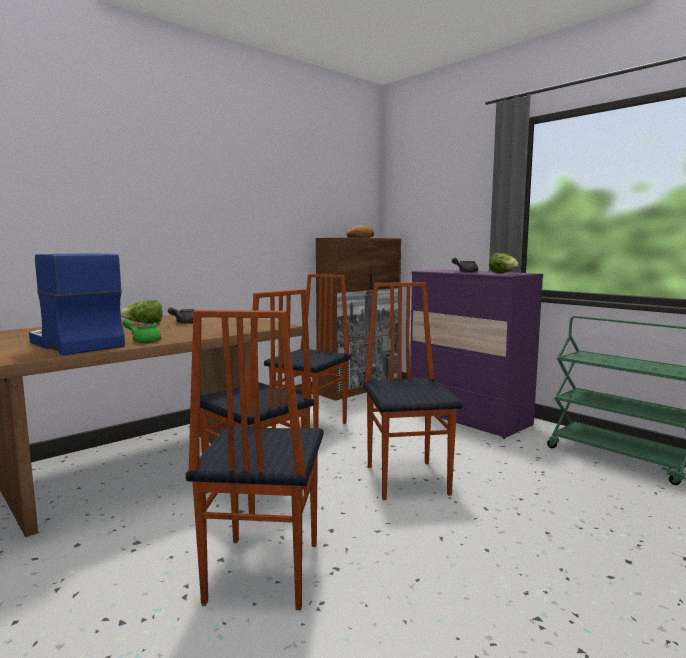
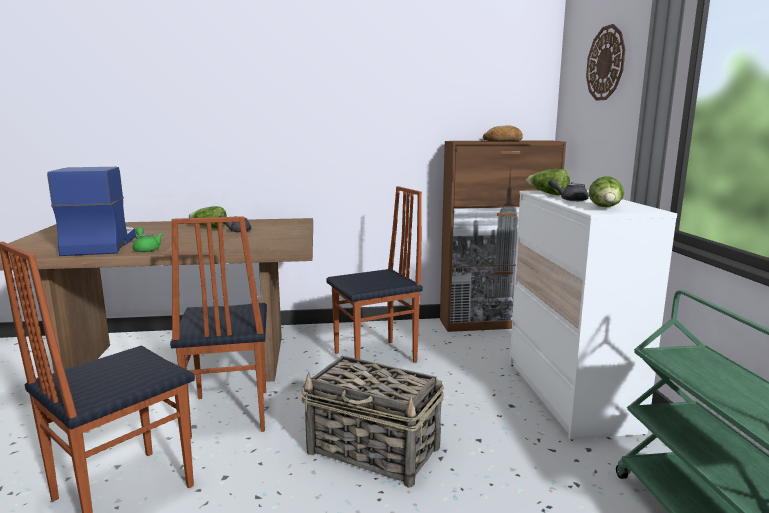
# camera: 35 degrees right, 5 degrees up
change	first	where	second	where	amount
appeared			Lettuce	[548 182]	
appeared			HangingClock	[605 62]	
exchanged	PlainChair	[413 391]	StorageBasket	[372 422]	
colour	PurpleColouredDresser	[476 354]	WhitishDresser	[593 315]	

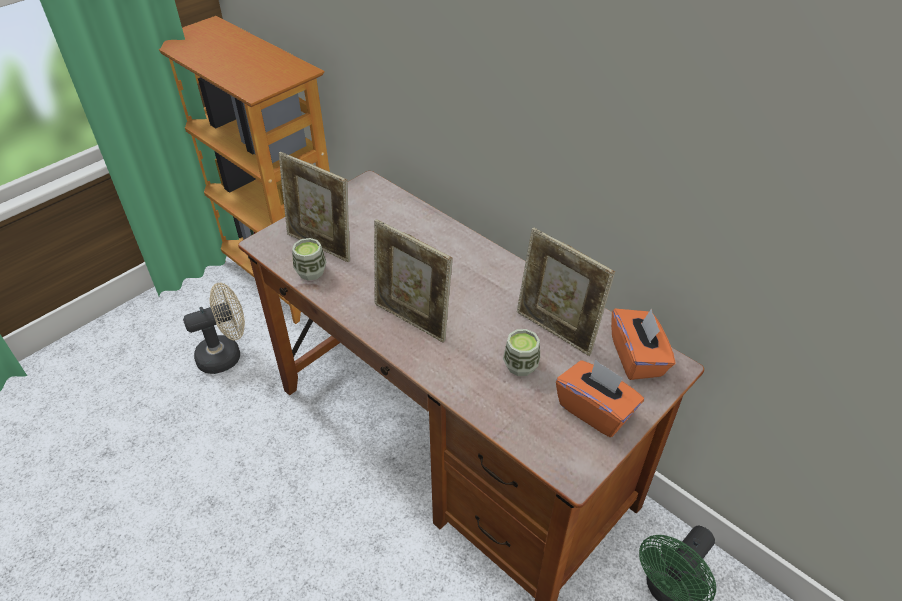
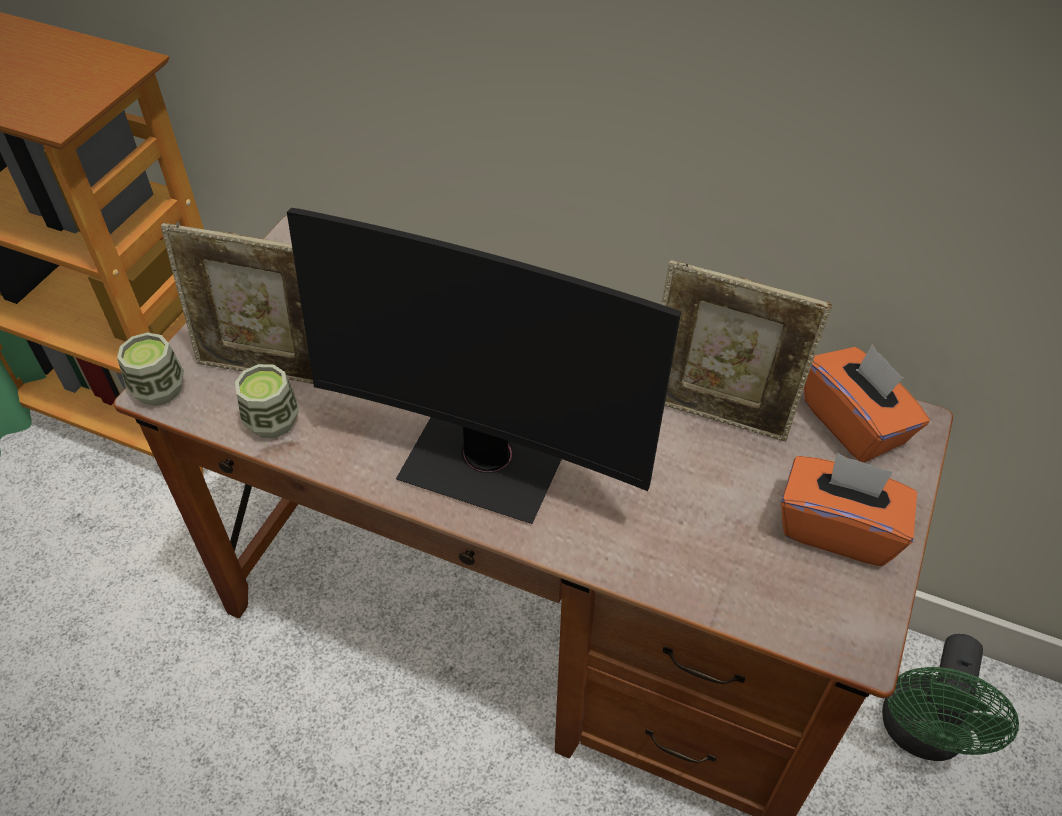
# camera: 20 degrees left, 5 degrees up
change	first	where	second	where	amount
missing	BeigeElectricFan	[214 328]			
relocated	SmallCup	[521 352]		[150 369]	
exchanged	PhotoFrame	[413 281]	ComputerScreen	[484 366]	

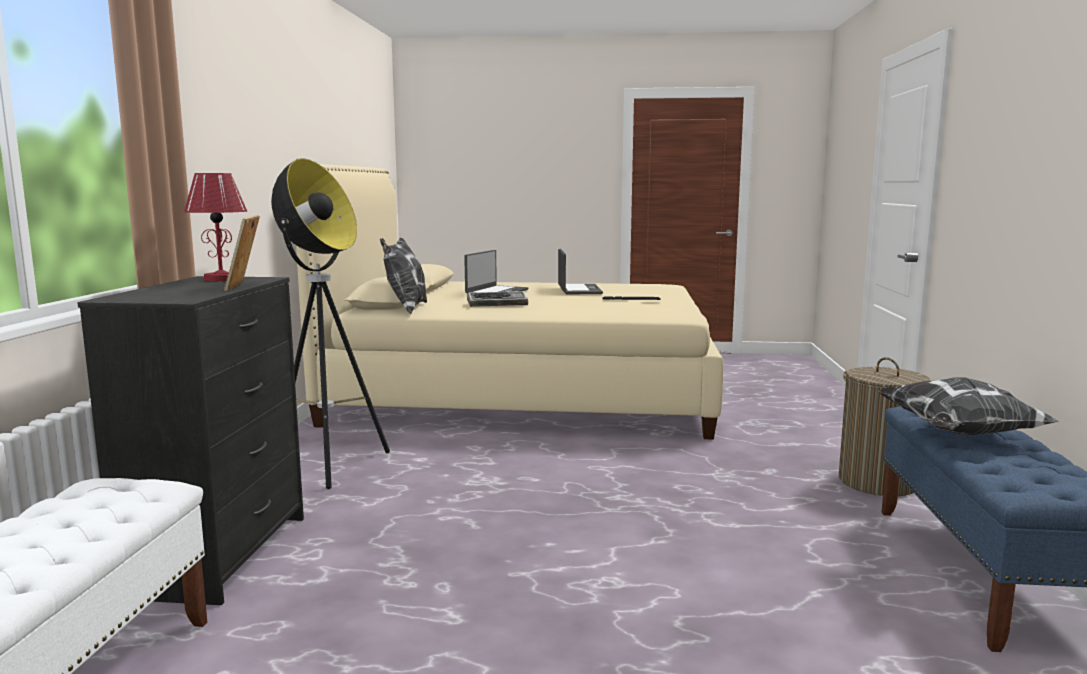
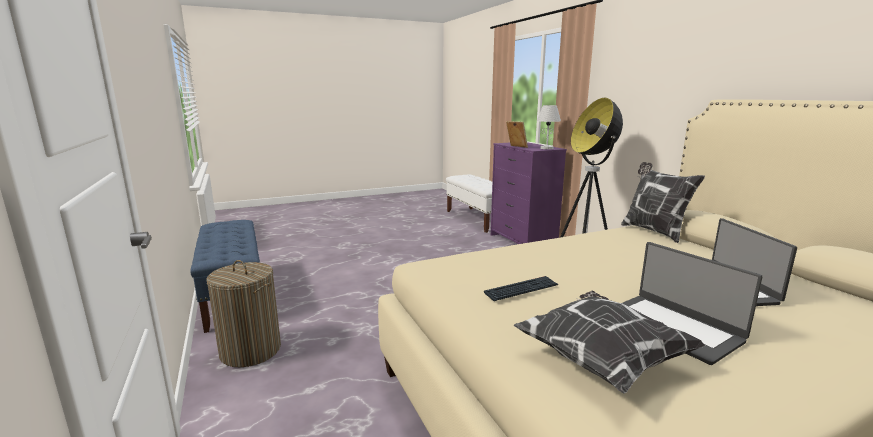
# camera: 150 degrees right, 5 degrees up
change	first	where	second	where	amount
missing	Keyboard	[497 299]			
relocated	Cushion	[969 407]		[610 342]	
colour	BlackishDresser	[191 440]	PurpleColouredDresser	[529 193]	
colour	RedTableLamp	[215 227]	WhitishTableLamp	[549 127]	

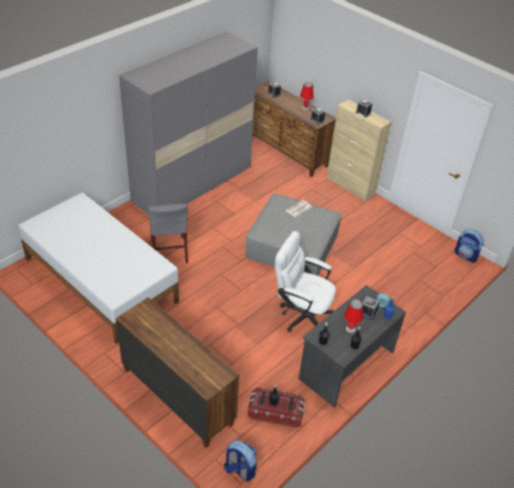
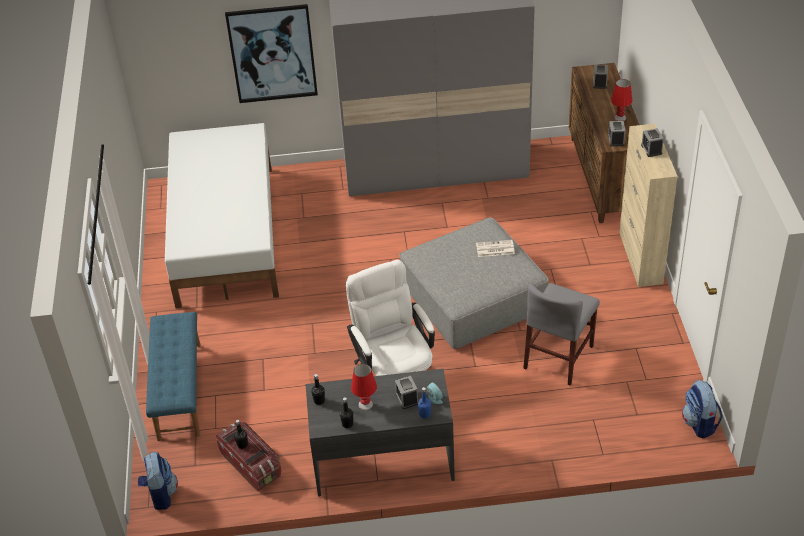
# camera: 45 degrees right, 0 degrees up
change	first	where	second	where	amount
appeared			Picture	[271 53]	
relocated	GreyPlainChair	[168 233]		[561 334]	
exchanged	BrownColouredDresser	[178 372]	BlueColouredBench	[173 376]	

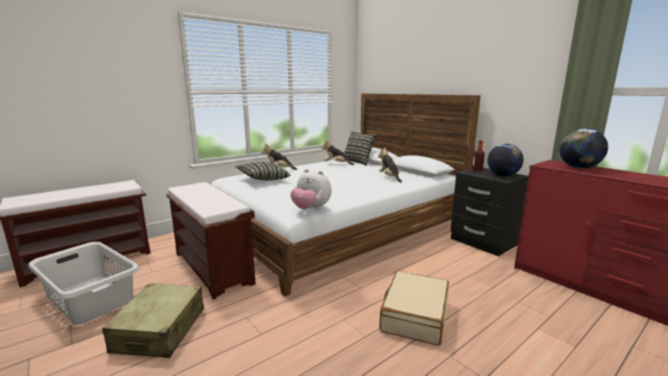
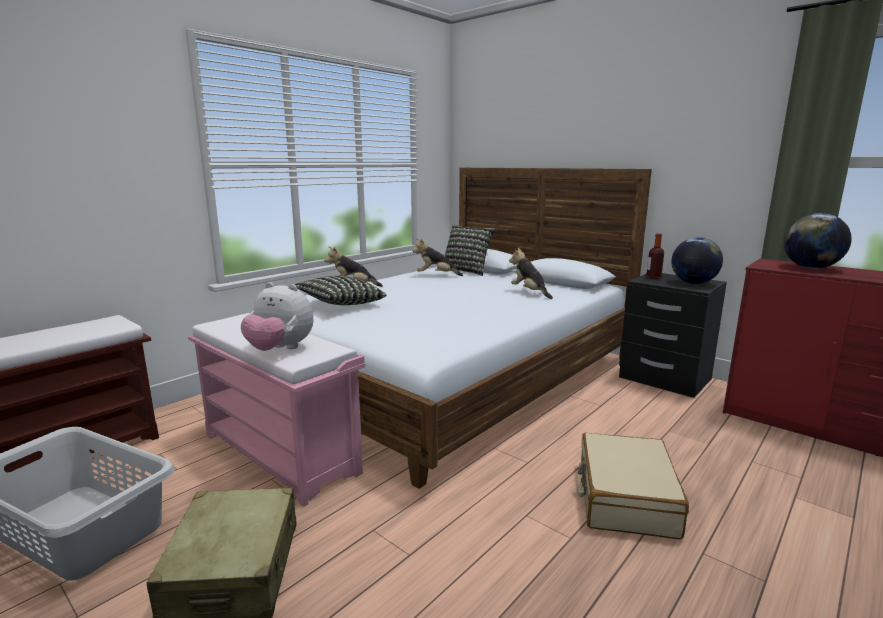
# camera: 10 degrees left, 0 degrees up
change	first	where	second	where	amount
relocated	SoftToy	[310 189]		[277 316]	
colour	BrownColouredBench	[211 241]	PinkishBench	[276 410]	

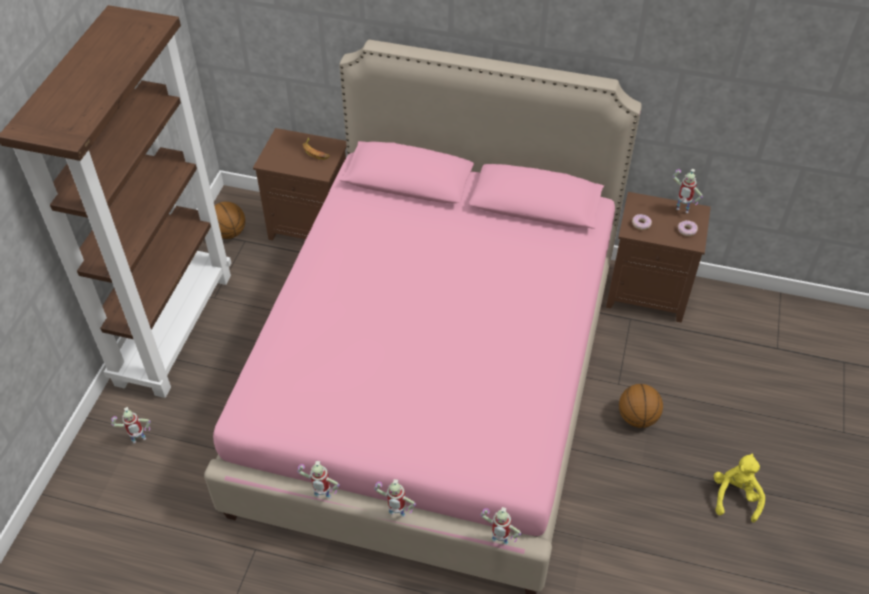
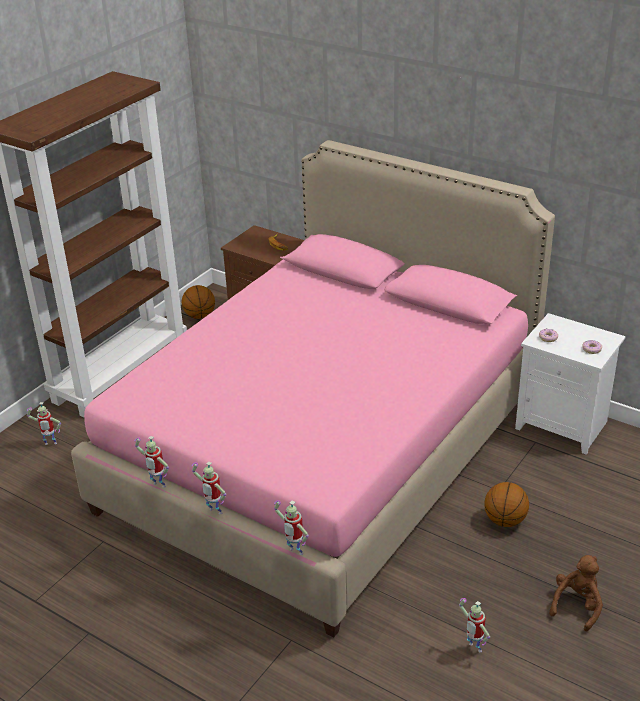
# camera: 20 degrees right, 15 degrees down
change	first	where	second	where	amount
relocated	RobotFigure	[688 191]		[474 625]	
colour	BrownColouredNightTable	[658 257]	WhitishNightTable	[570 384]	
colour	YellowishSoftToy	[739 488]	BrownColouredSoftToy	[576 593]	

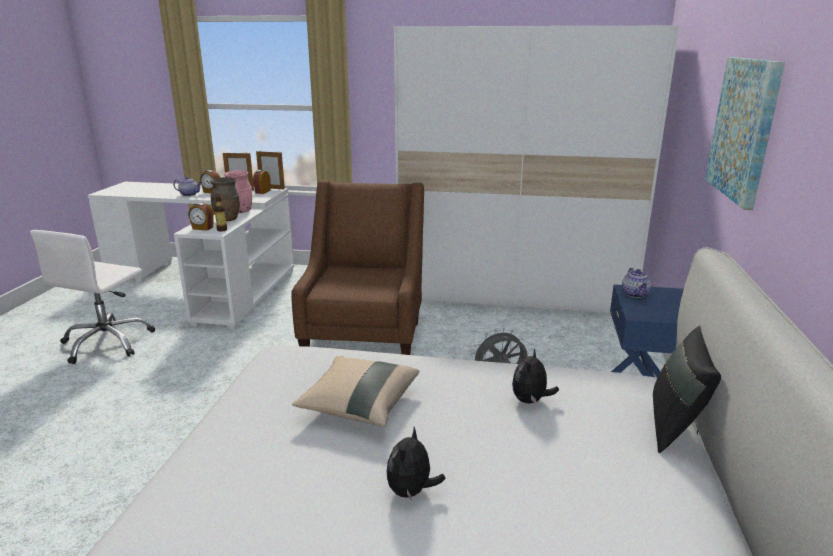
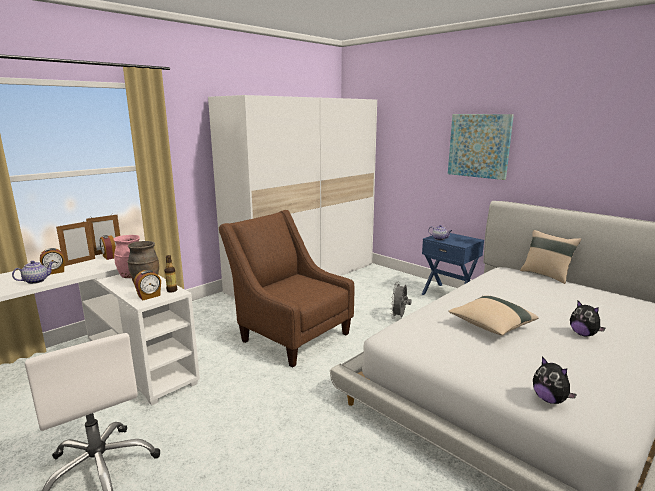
# camera: 55 degrees left, 5 degrees down
change	first	where	second	where	amount
relocated	SoftToy	[535 376]		[555 380]	
colour	BlackishCushion	[687 389]	BeigeCushion	[550 257]	

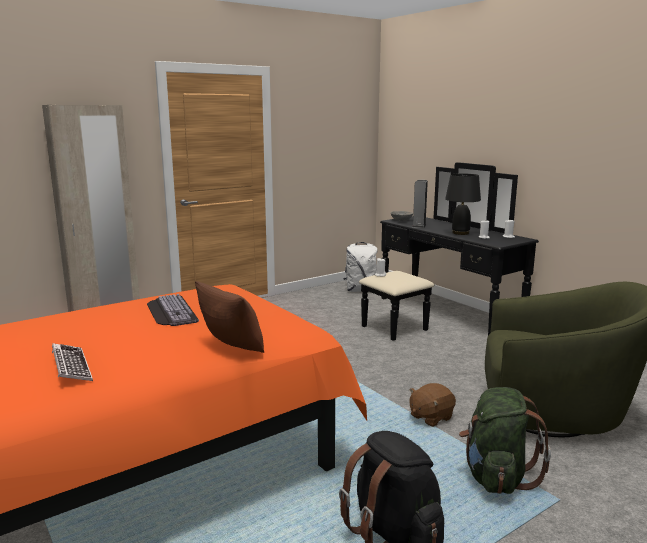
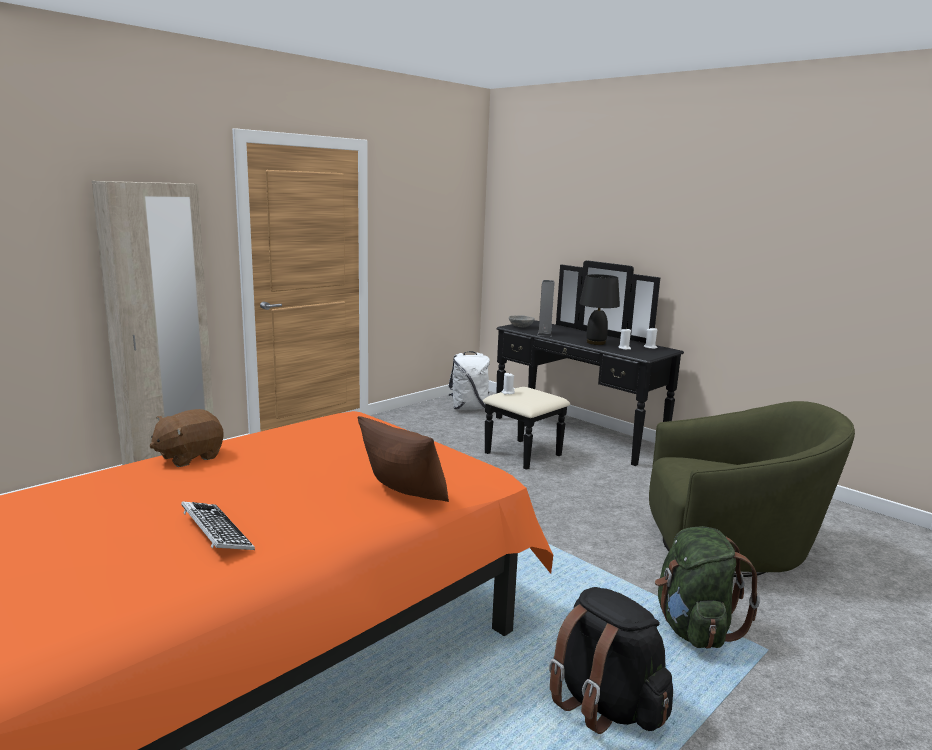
# camera: 10 degrees left, 0 degrees up
change	first	where	second	where	amount
missing	Keyboard	[173 310]			
relocated	BrownColouredSoftToy	[432 405]		[186 438]	

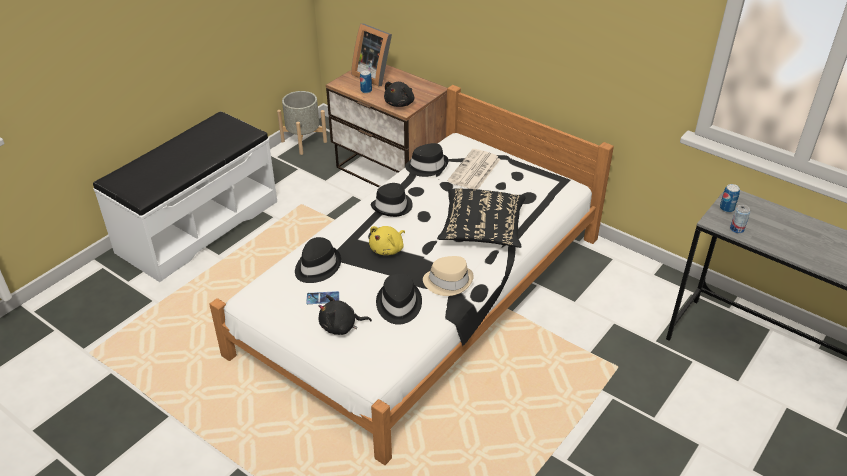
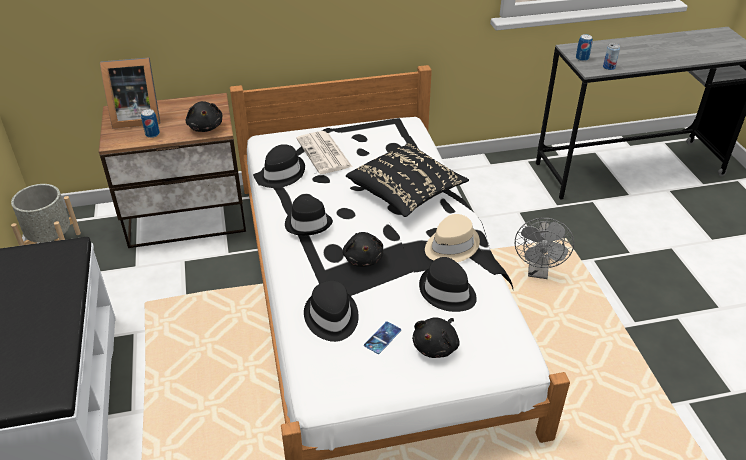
# camera: 50 degrees left, 0 degrees up
change	first	where	second	where	amount
appeared			GreyElectricFan	[544 248]	
colour	YellowishSoftToy	[387 240]	BlackishSoftToy	[362 249]	

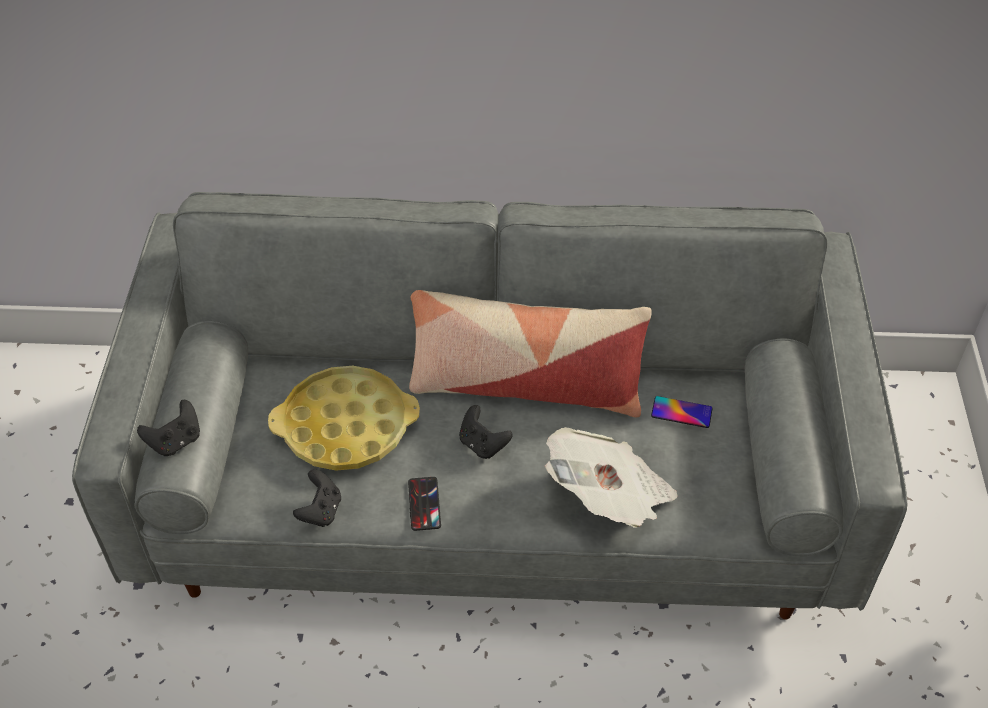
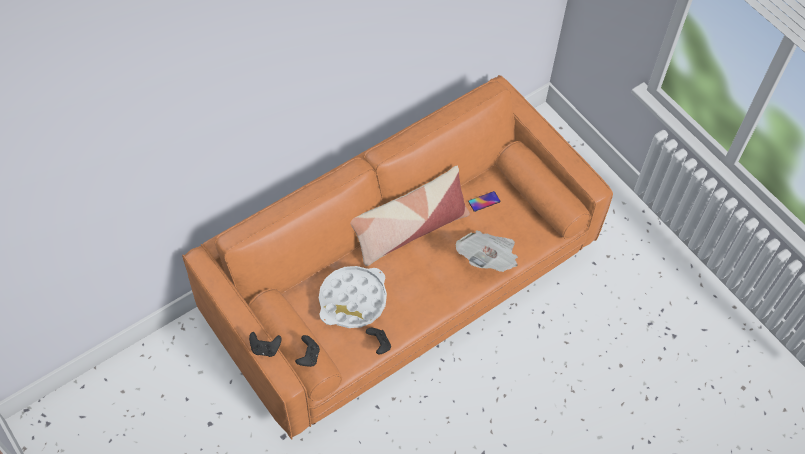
# camera: 40 degrees left, 10 degrees up
change	first	where	second	where	amount
missing	Handset	[424 504]			
relocated	BlackishGamepad	[486 432]		[265 344]	
colour	GreyCouch	[489 405]	OrangeyCouch	[397 257]	
colour	YellowishServingTray	[344 418]	WhitishServingTray	[353 297]	

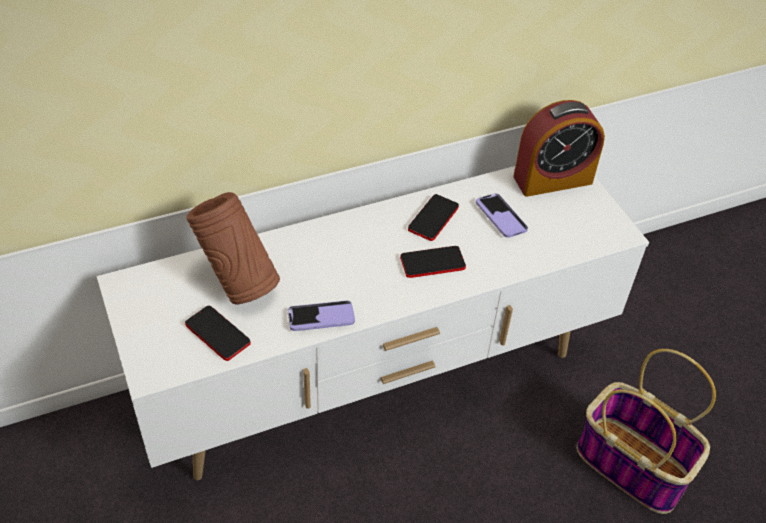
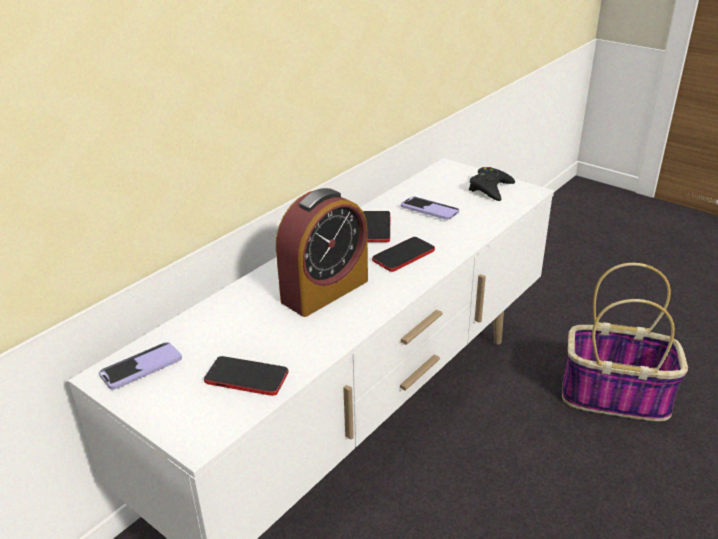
# camera: 25 degrees left, 15 degrees down
change	first	where	second	where	amount
missing	BrownColouredDecorativeVase	[233 248]			
appeared			BlackishGamepad	[492 184]	
relocated	Handset	[321 316]		[140 365]	
relocated	BedsideClock	[559 148]		[322 252]	

